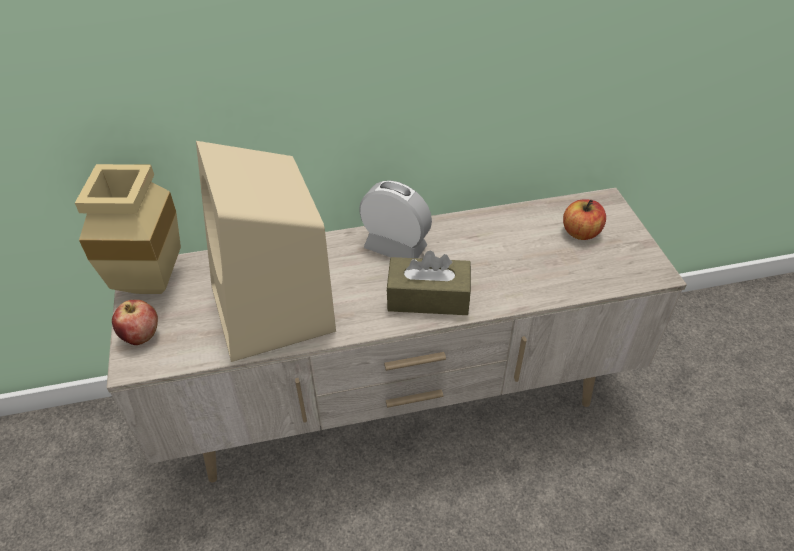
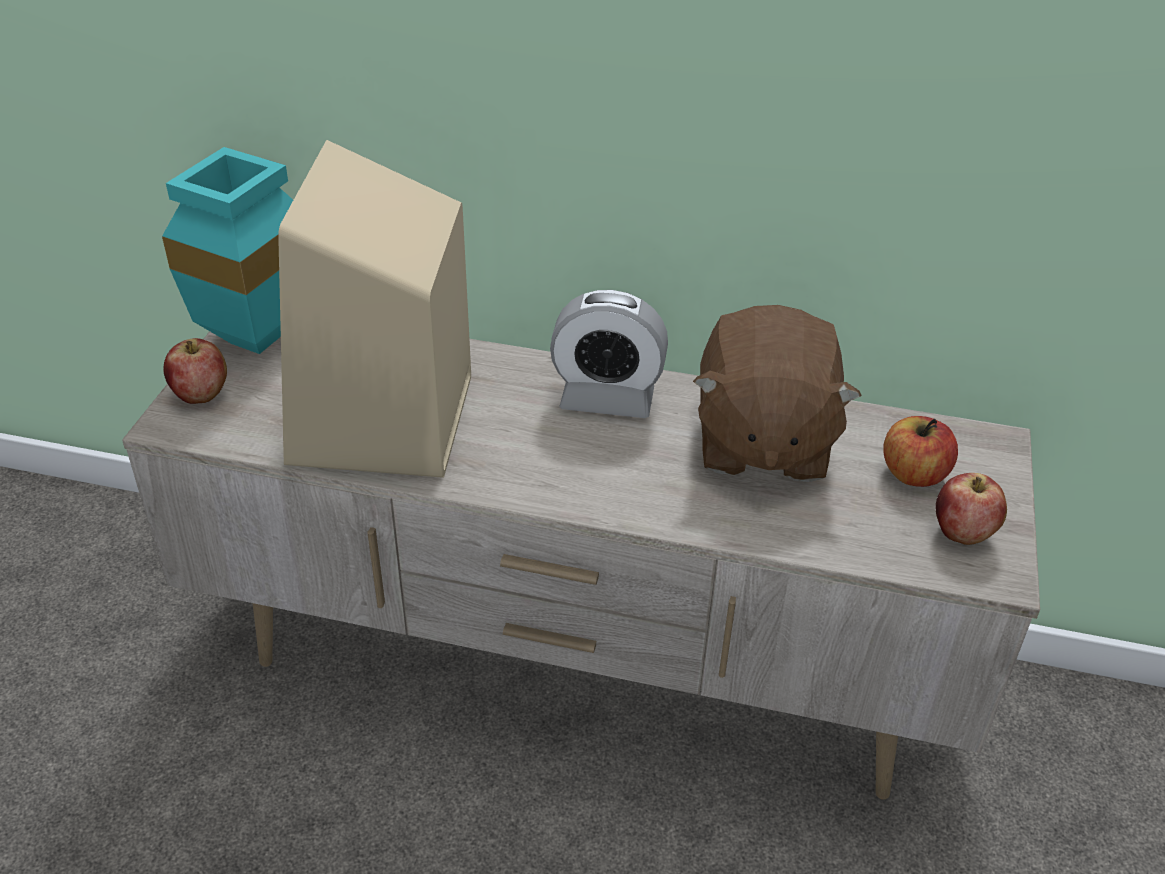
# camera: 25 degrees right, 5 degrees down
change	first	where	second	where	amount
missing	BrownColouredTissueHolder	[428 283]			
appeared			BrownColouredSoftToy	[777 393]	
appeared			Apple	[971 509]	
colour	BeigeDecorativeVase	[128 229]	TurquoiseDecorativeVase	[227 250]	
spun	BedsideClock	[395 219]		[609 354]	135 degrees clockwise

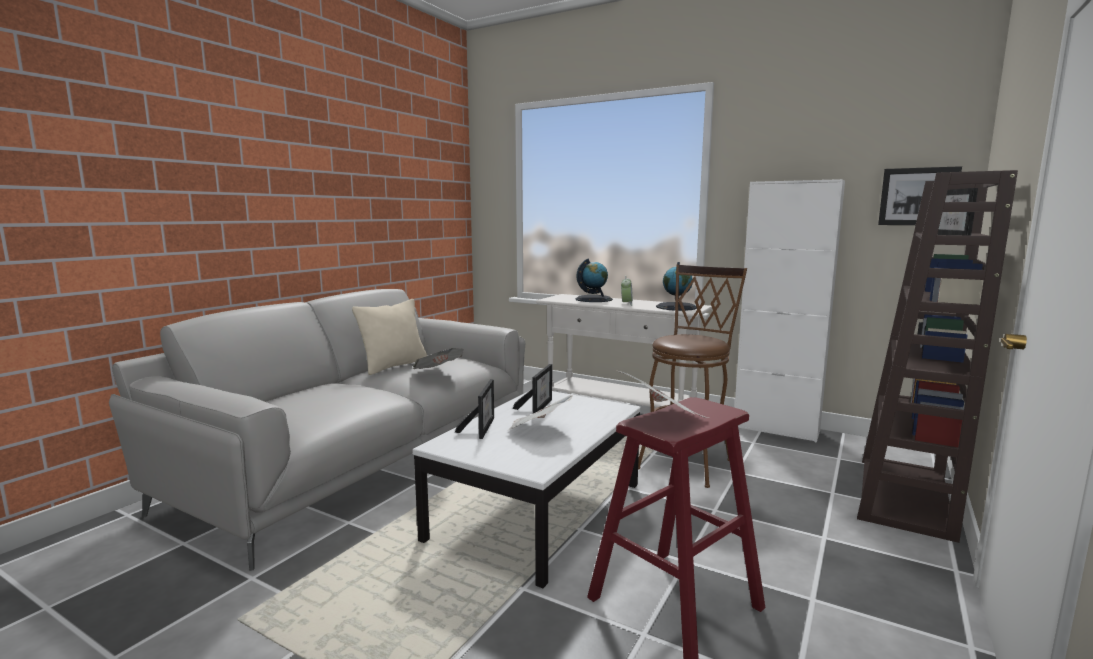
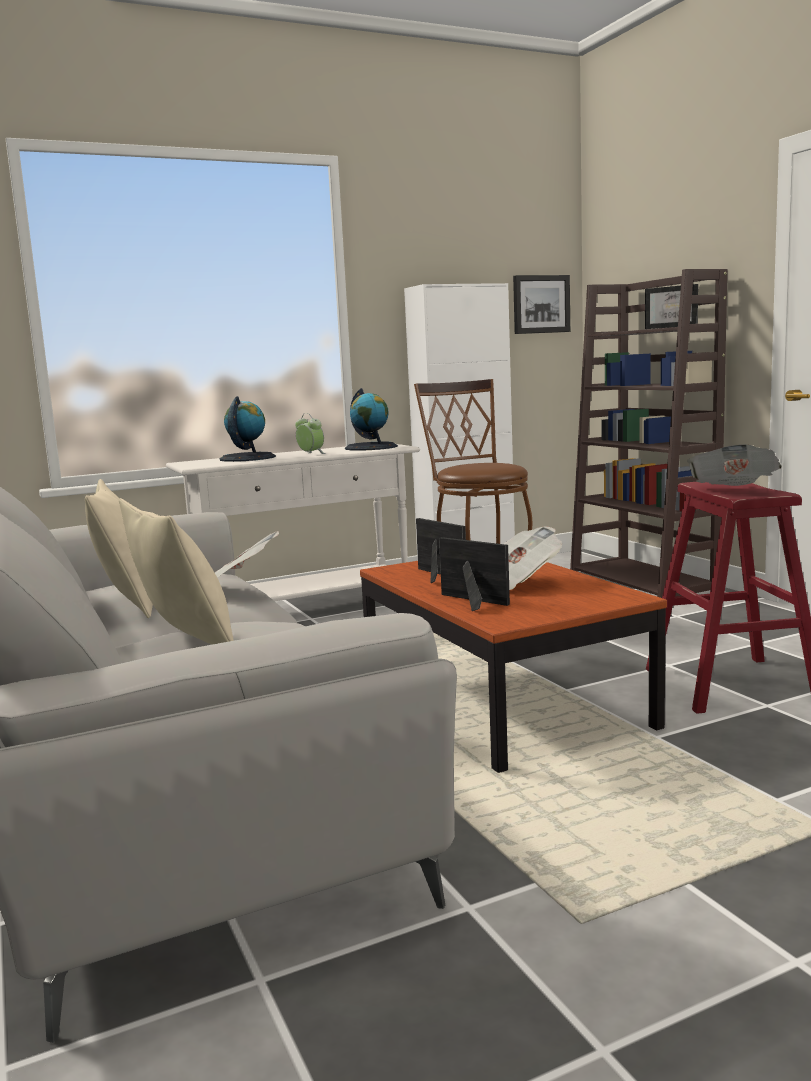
# camera: 55 degrees left, 0 degrees up
change	first	where	second	where	amount
appeared			BeigeCushion	[176 571]	
colour	WhitishLoungeTable	[527 489]	BrownColouredLoungeTable	[513 667]	

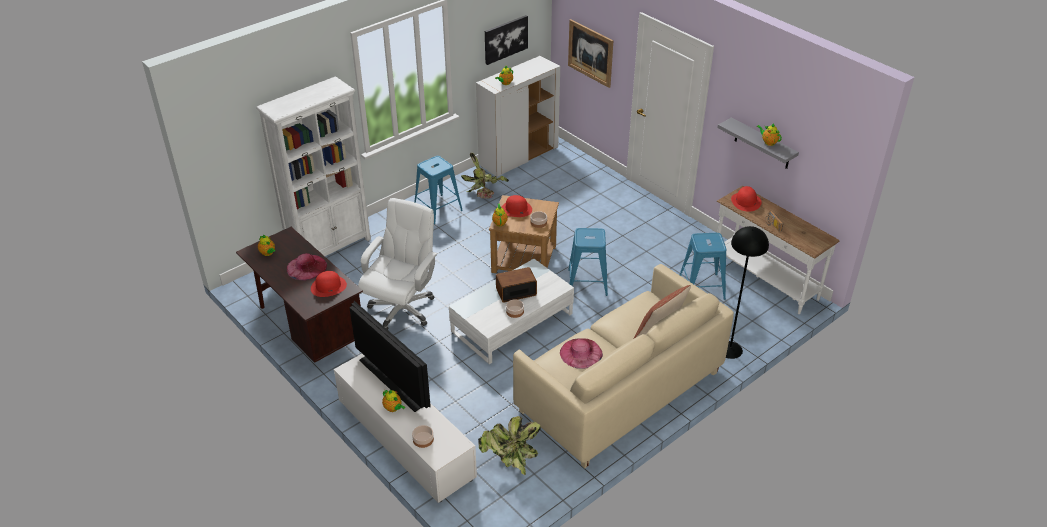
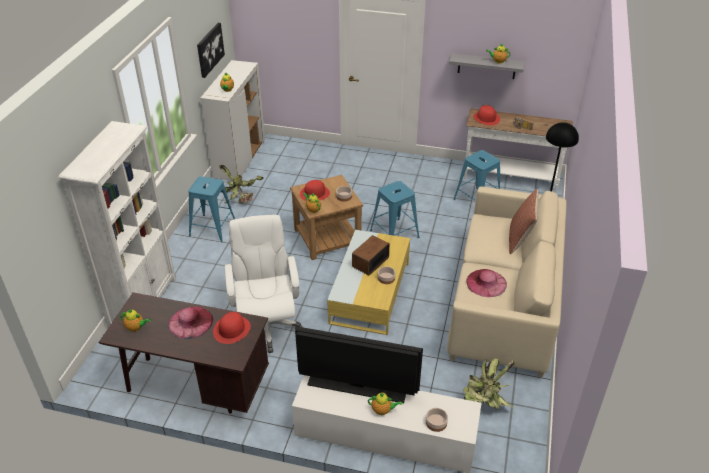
# camera: 35 degrees left, 0 degrees up
change	first	where	second	where	amount
missing	Picture	[590 53]			
colour	WhitishLoungeTable	[511 311]	YellowishLoungeTable	[368 282]	

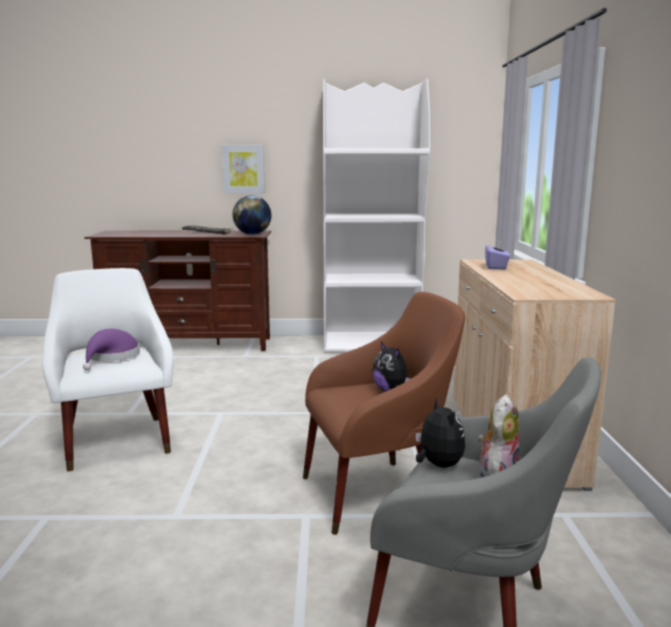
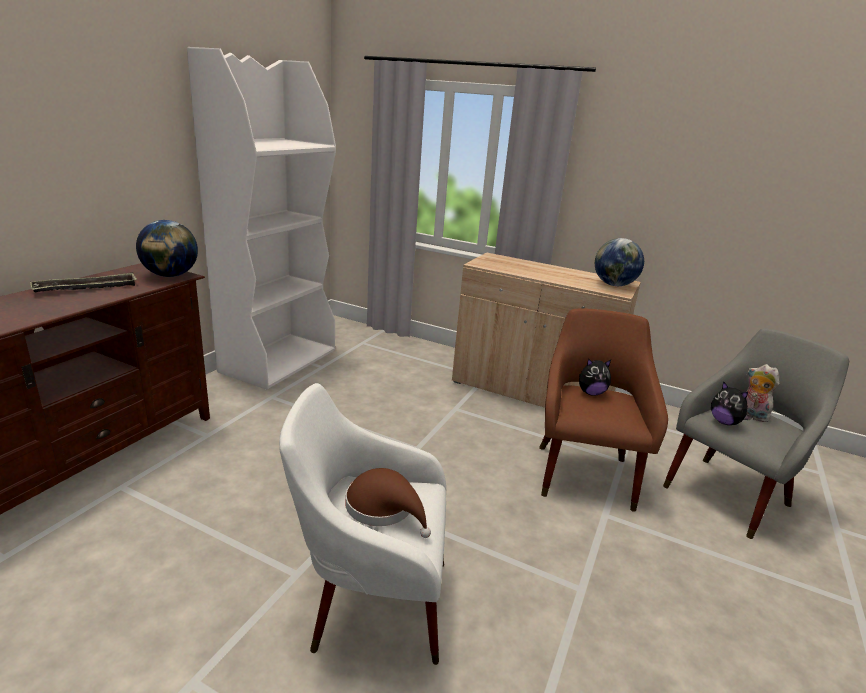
# camera: 65 degrees left, 10 degrees up
change	first	where	second	where	amount
missing	Picture	[243 169]			
missing	PurpleColouredTissueHolder	[497 254]			
appeared			Globe	[619 262]	
colour	PurpleColouredClothingHat	[111 350]	BrownColouredClothingHat	[388 503]	
spun	SoftToy	[440 433]		[731 403]	135 degrees counterclockwise

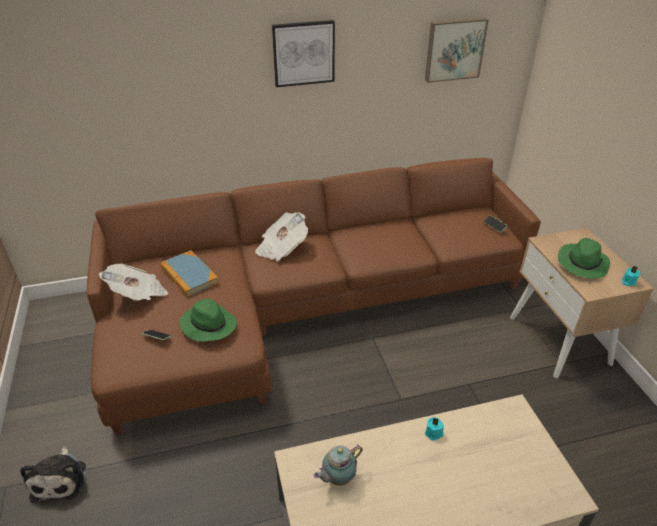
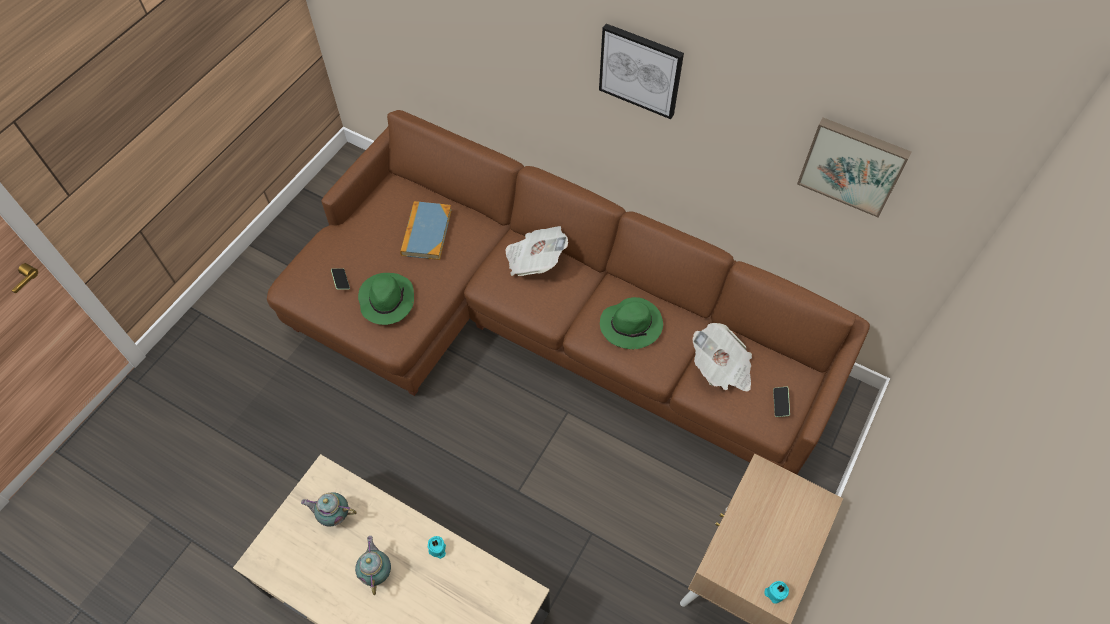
# camera: 45 degrees right, 20 degrees up
change	first	where	second	where	amount
missing	SoftToy	[53 475]			
appeared			Teapot	[373 565]	
relocated	Newspaper	[133 282]		[722 357]	
relocated	GreenColouredClothingHat	[584 258]		[631 323]	

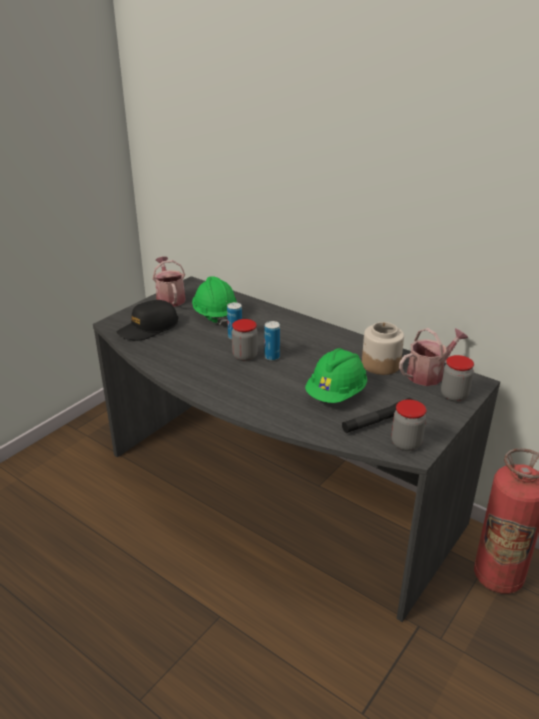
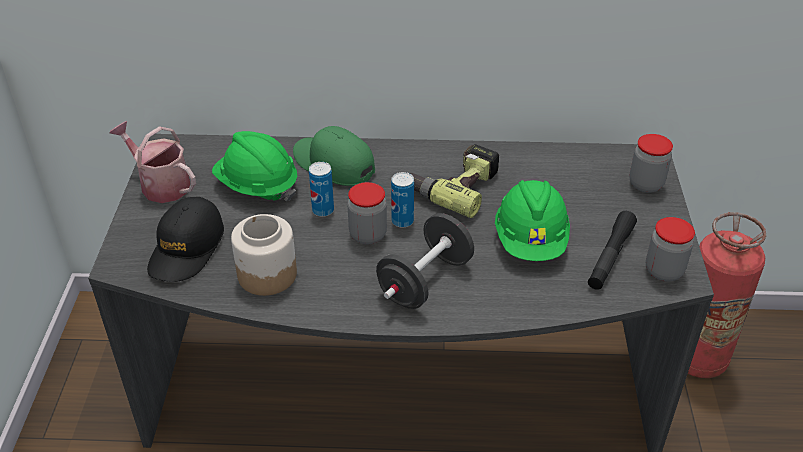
# camera: 35 degrees left, 10 degrees up
change	first	where	second	where	amount
missing	SprinklingCan	[433 357]			
appeared			GreenColouredCap	[334 156]	
appeared			BlackishHandWeight	[425 261]	
appeared			Drill	[454 181]	
relocated	StorageJar	[383 348]		[264 255]	

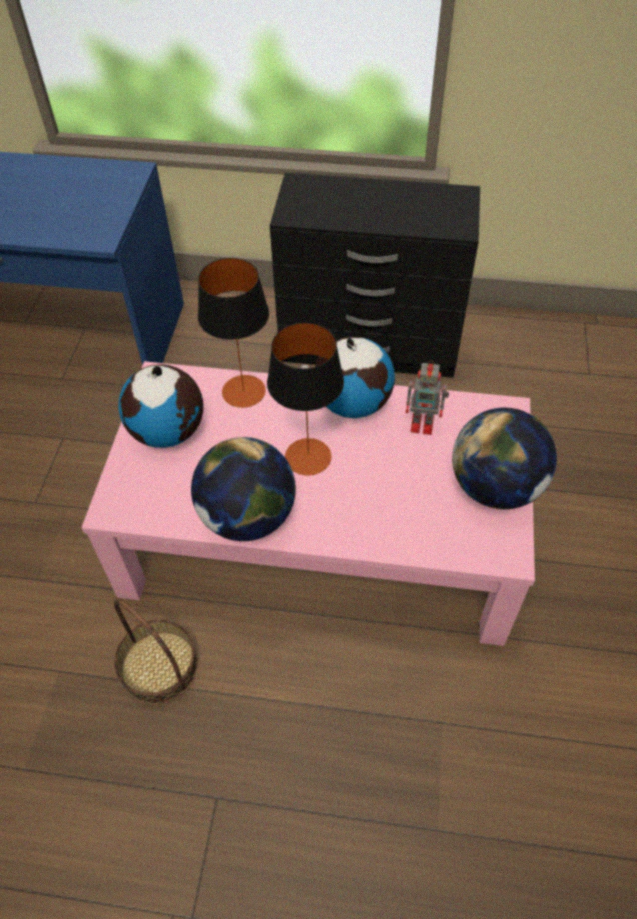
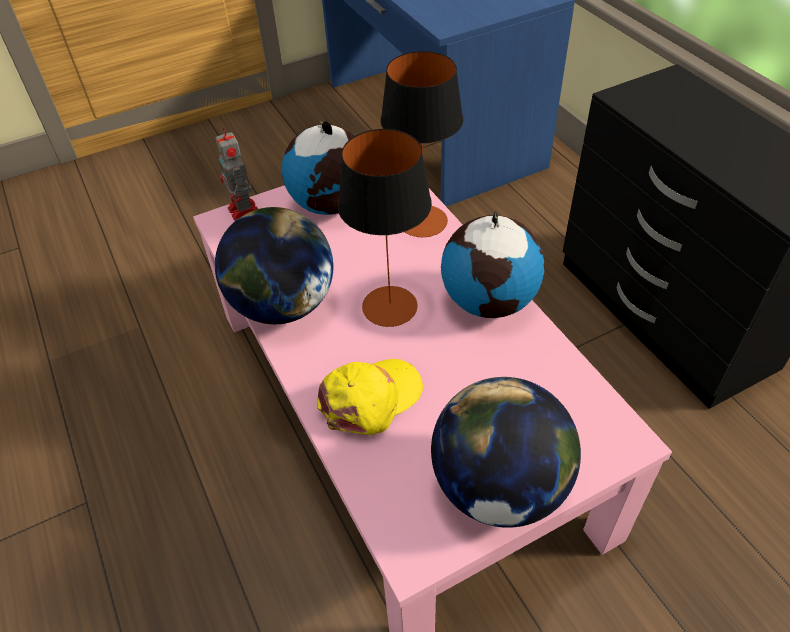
# camera: 55 degrees right, 5 degrees down
change	first	where	second	where	amount
missing	StorageBasket	[156 652]			
appeared			YellowishCap	[370 397]	
relocated	RobotFigure	[427 397]		[236 174]	

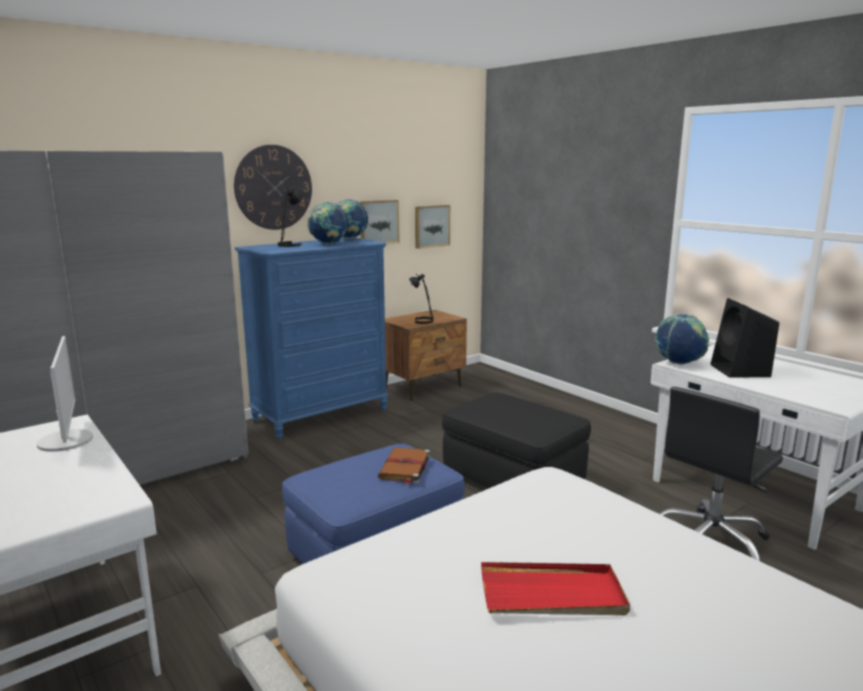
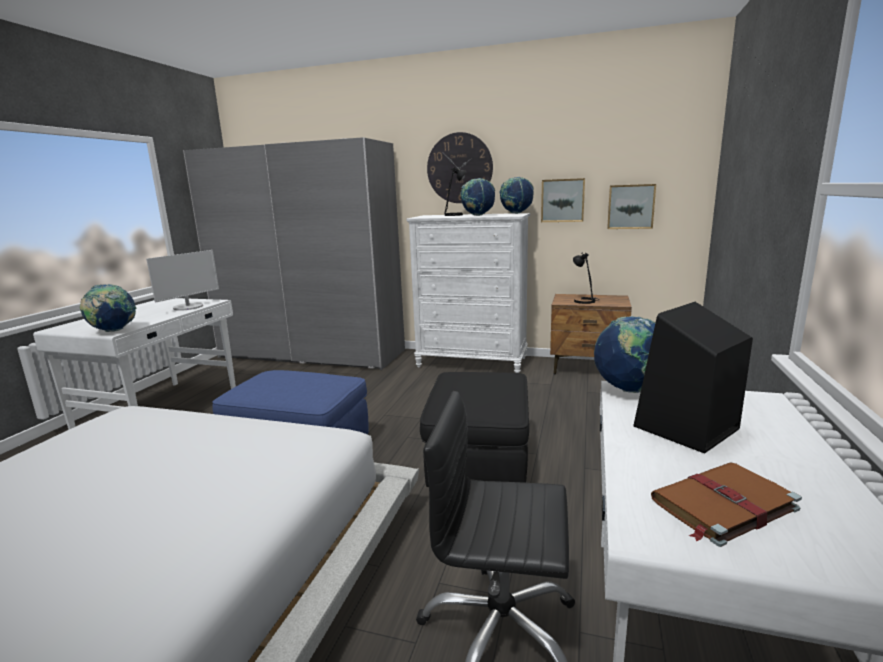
# camera: 55 degrees right, 0 degrees up
change	first	where	second	where	amount
missing	RedServingTray	[555 588]			
appeared			Globe	[107 308]	
relocated	BrownColouredBook	[404 466]		[726 505]	
colour	BlueColouredDresser	[311 339]	WhitishDresser	[468 293]	

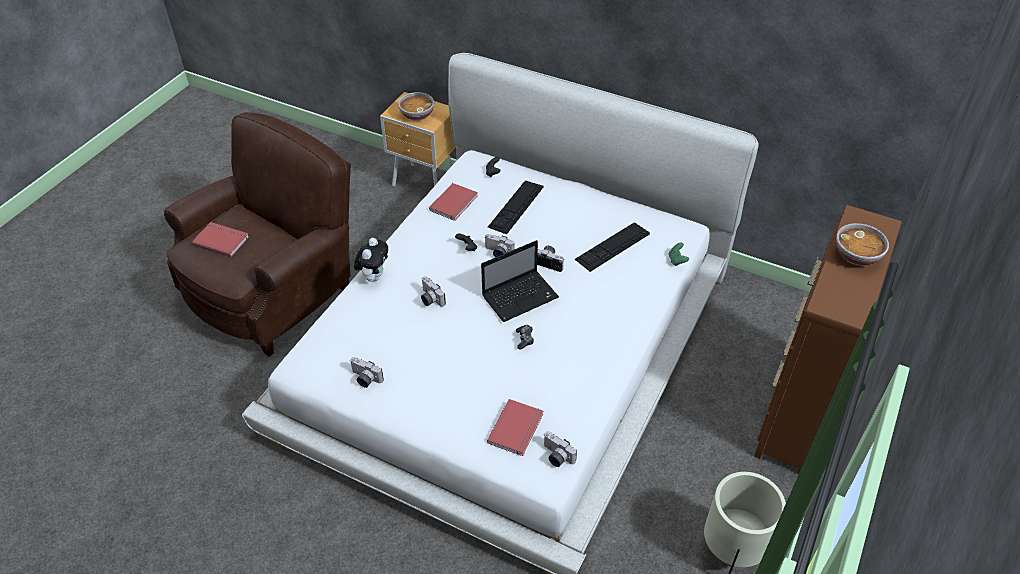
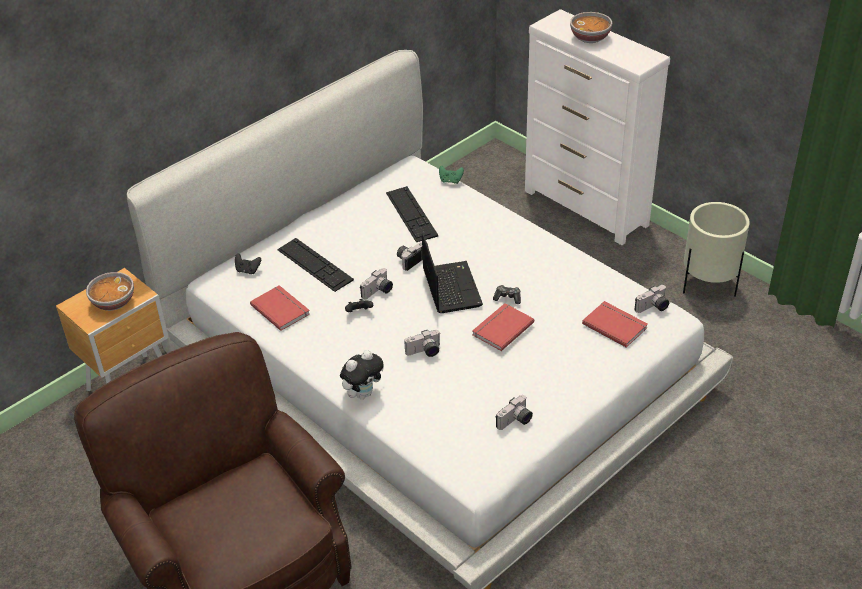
# camera: 70 degrees left, 5 degrees down
change	first	where	second	where	amount
relocated	RedBook	[220 239]		[503 327]	
colour	BrownColouredDresser	[828 339]	WhitishDresser	[597 127]	
spun	SoftToy	[371 260]		[362 374]	105 degrees clockwise

